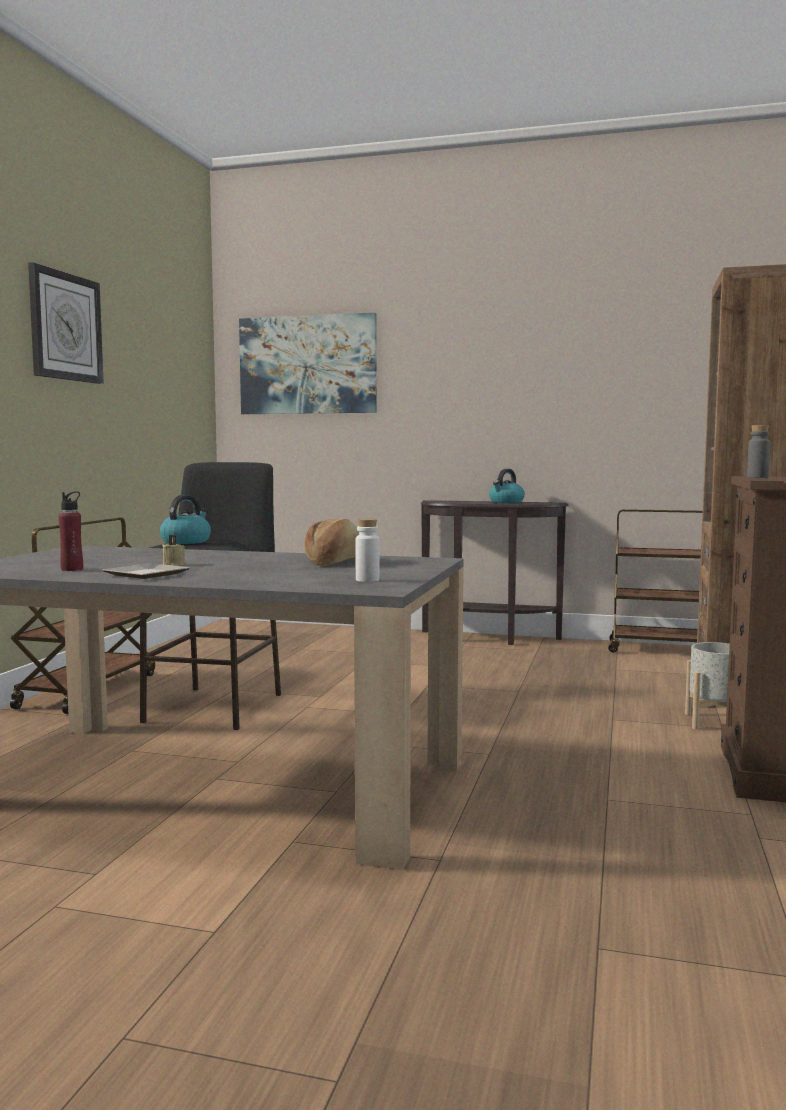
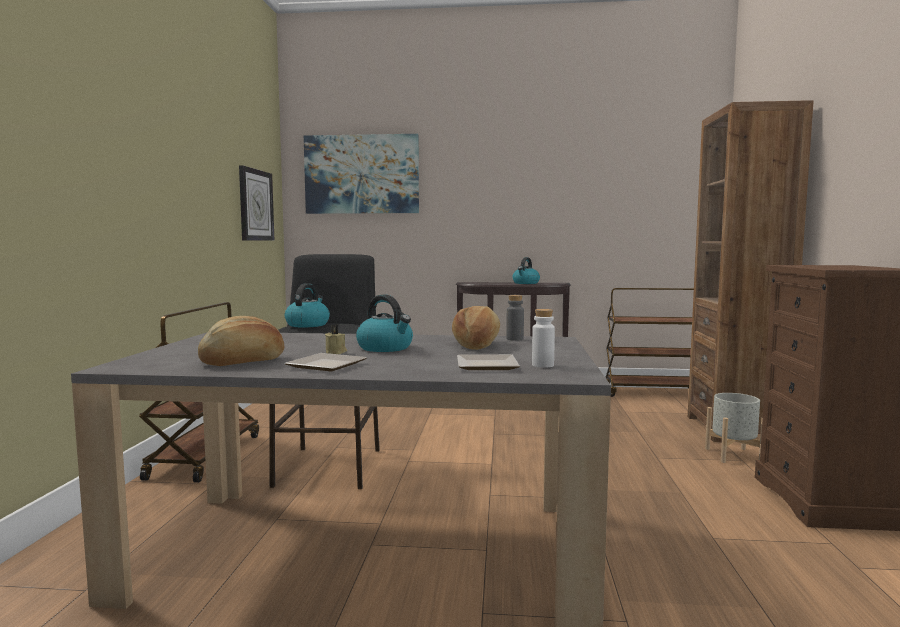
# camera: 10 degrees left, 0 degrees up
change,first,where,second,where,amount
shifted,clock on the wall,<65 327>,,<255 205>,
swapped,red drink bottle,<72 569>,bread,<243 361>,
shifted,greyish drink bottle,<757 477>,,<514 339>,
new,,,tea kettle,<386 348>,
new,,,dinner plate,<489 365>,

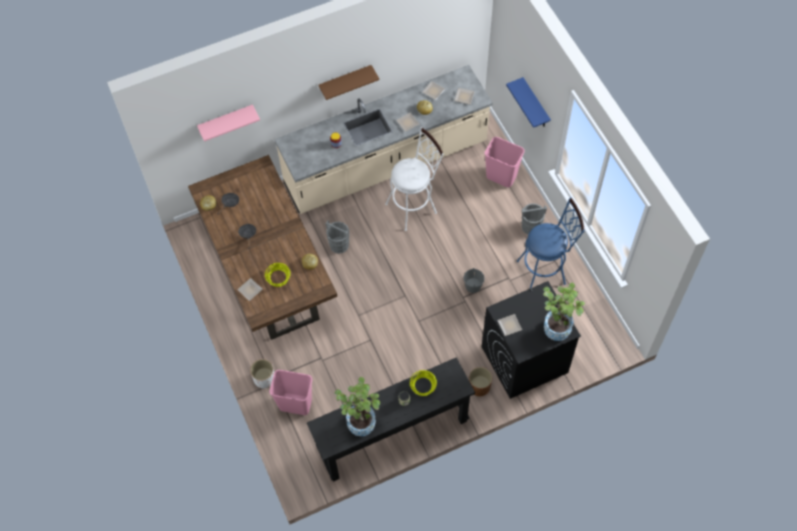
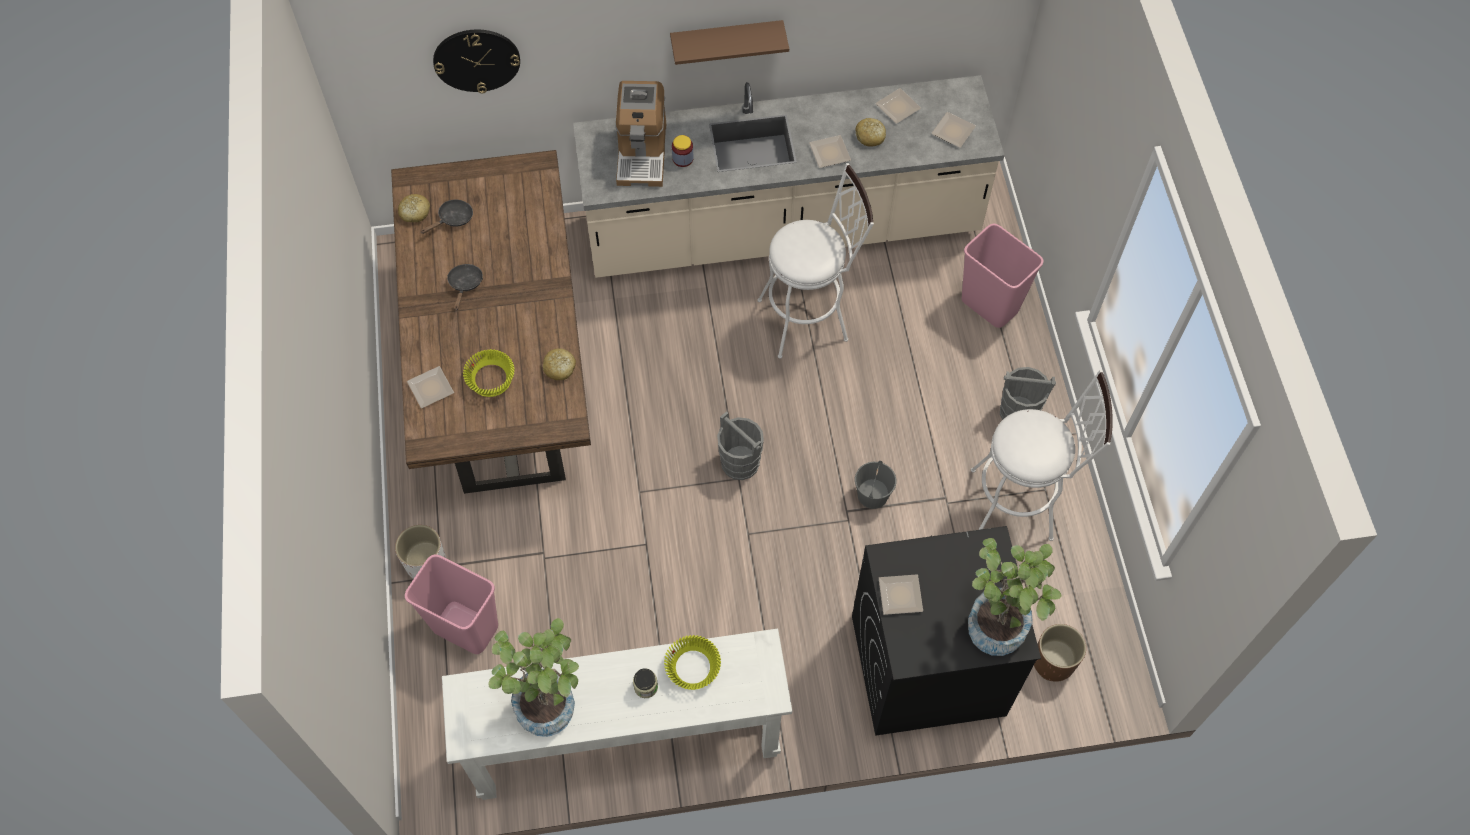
# camera: 15 degrees right, 0 degrees up
change,first,where,second,where,amount
swapped,pink-coloured wall shelf,<226 121>,clock on the wall,<476 59>,
repainted,black hall table,<392 434>,whitish hall table,<626 740>,
shifted,greyish pail,<339 245>,,<740 463>,
shifted,brown-coloured plant pot,<479 387>,,<1053 662>,
gone,blue-coloured wall shelf,<535 104>,,,
repainted,blue-coloured stool seat,<545 271>,whitish stool seat,<1020 504>,
new,,,coffee brewer,<642 153>,

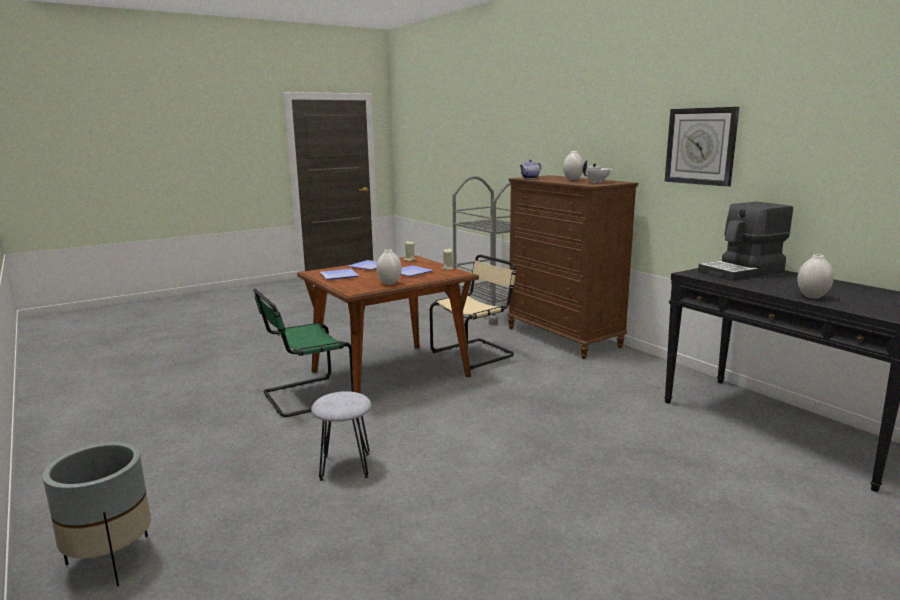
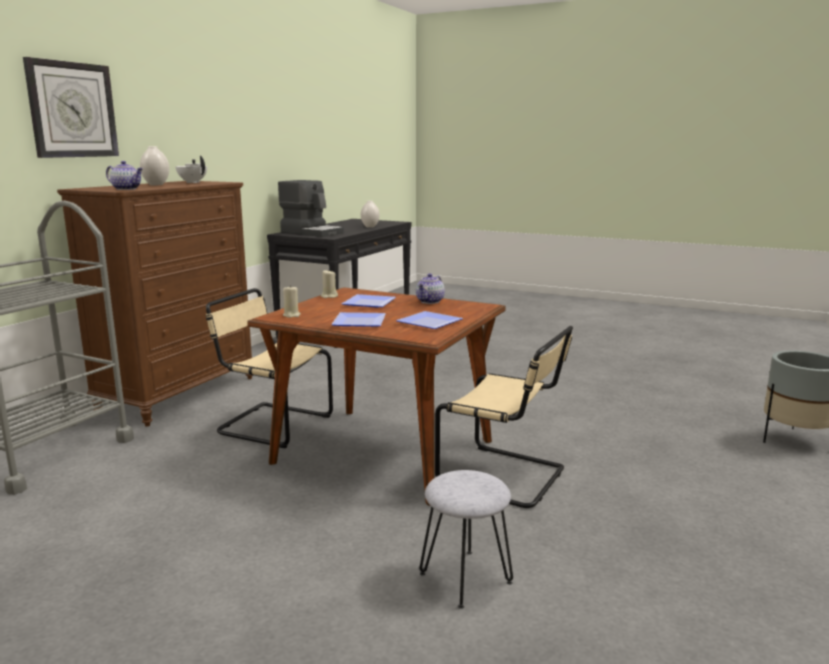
# camera: 120 degrees left, 0 degrees up
change,first,where,second,where,amount
repainted,greenish chair,<304 397>,sand-coloured chair,<506 477>,
shifted,greyish stool seat,<345 466>,,<465 578>,
swapped,whitish vase,<389 283>,pot for tea,<430 301>,
shifted,clock on the wall,<701 146>,,<72 110>,

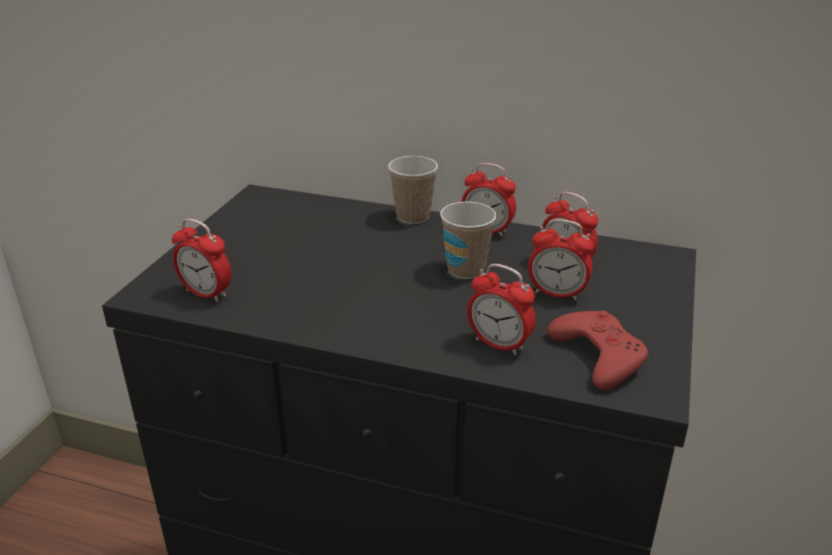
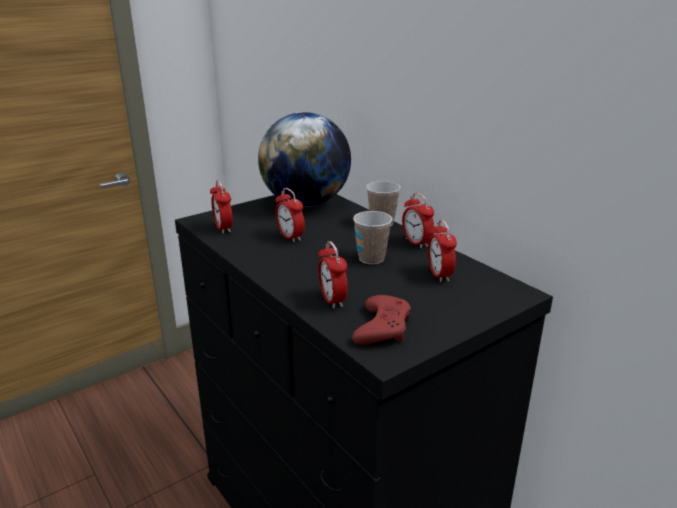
# camera: 35 degrees right, 5 degrees down
change,first,where,second,where,amount
shifted,bedside clock,<557 294>,,<290 237>,
new,,,globe,<306 203>,

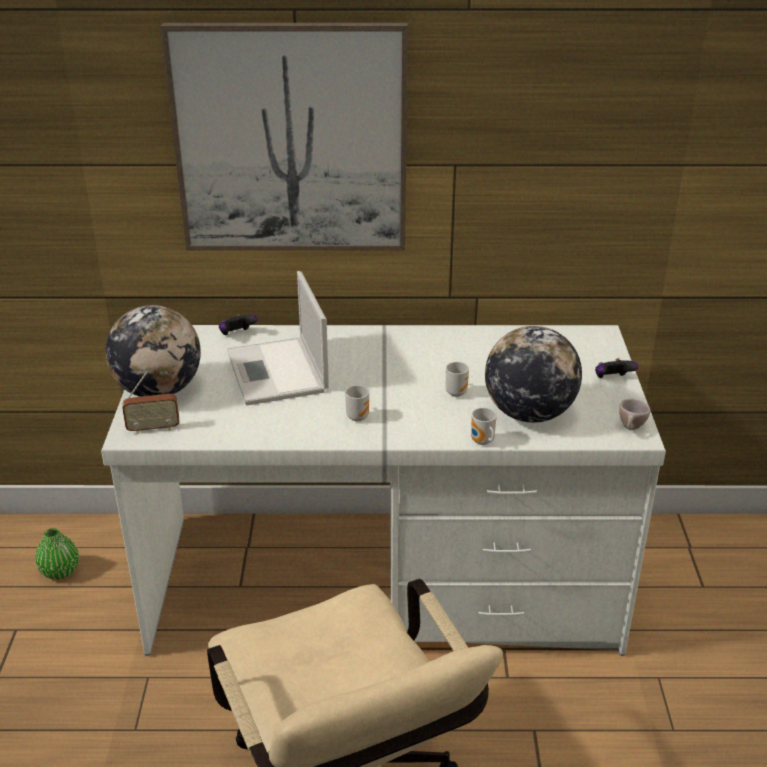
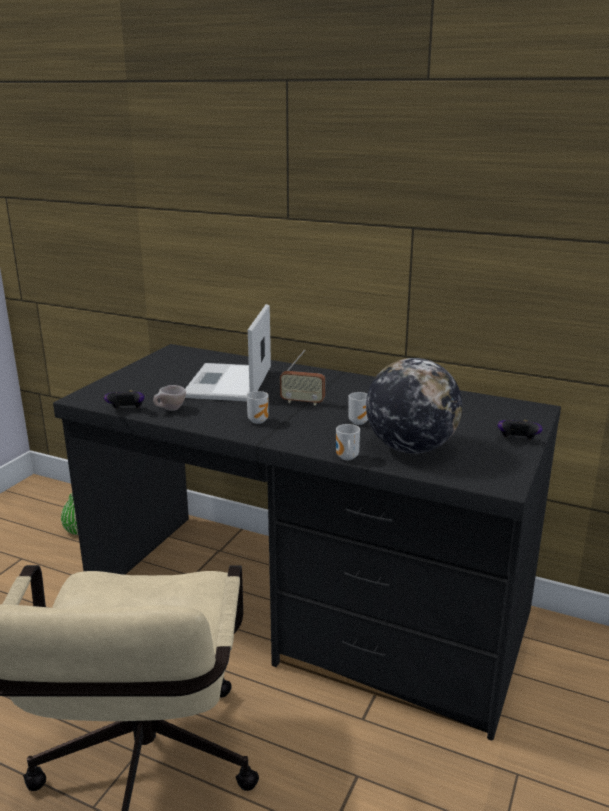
# camera: 25 degrees right, 10 degrees down
change,first,where,second,where,amount
repainted,whitish desk table,<384 585>,black desk table,<305 609>,
gone,globe,<159 390>,,,
shifted,radio receiver,<153 428>,,<302 402>,
gone,picture,<291 141>,,,
shifted,gamepad,<237 335>,,<126 410>,
shifted,sand-coloured small cup,<631 429>,,<170 410>,

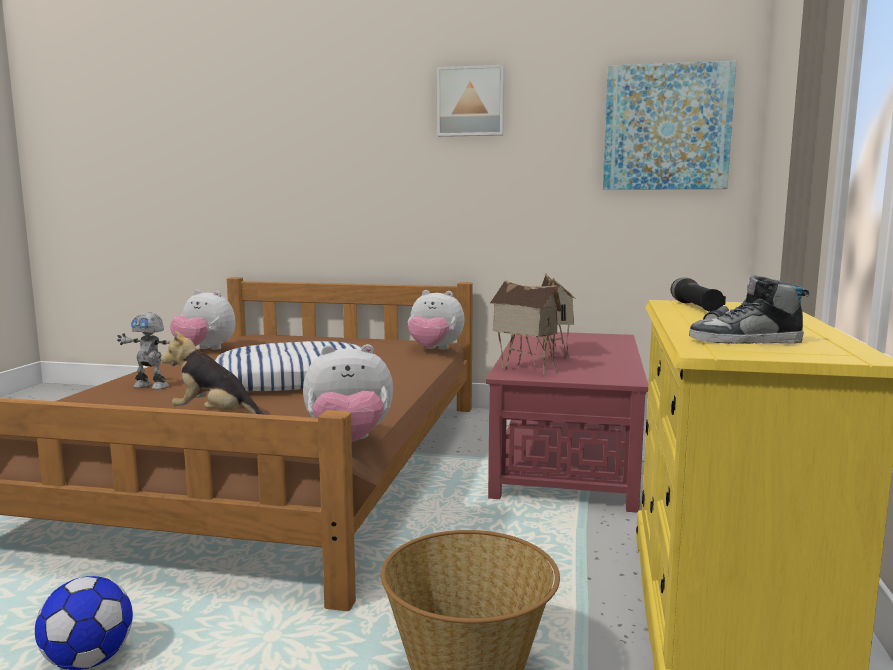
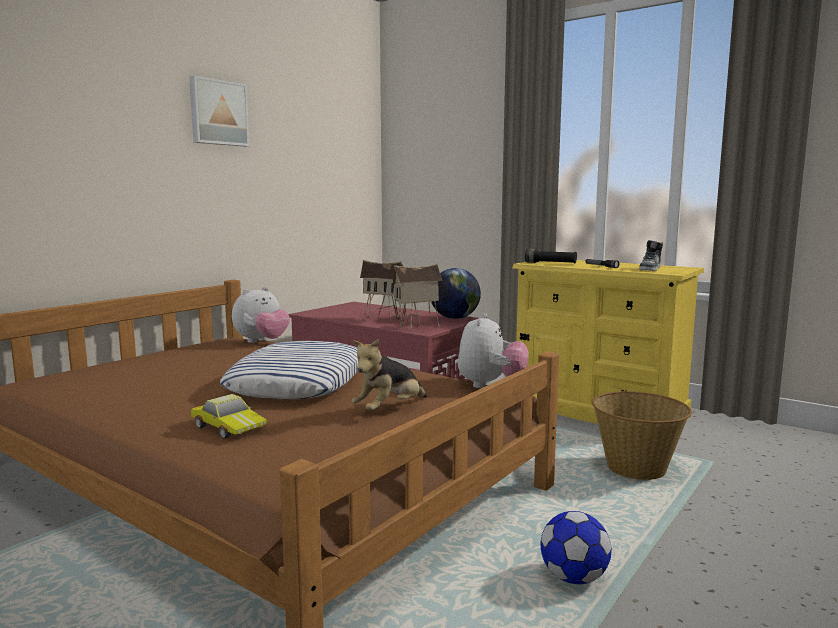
# camera: 65 degrees left, 0 degrees up
change,first,where,second,where,amount
swapped,model robot,<152 386>,toy car,<230 427>,
gone,soft toy,<204 350>,,,
gone,picture,<666 127>,,,
new,,,globe,<454 318>,

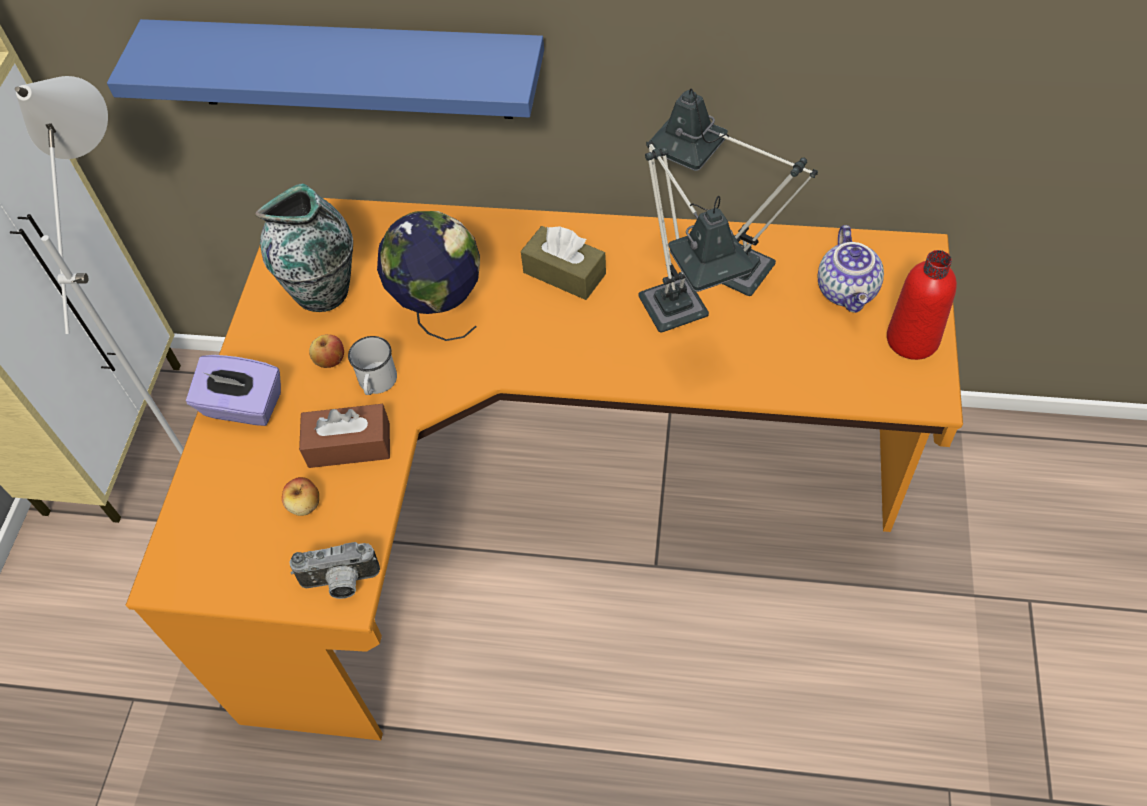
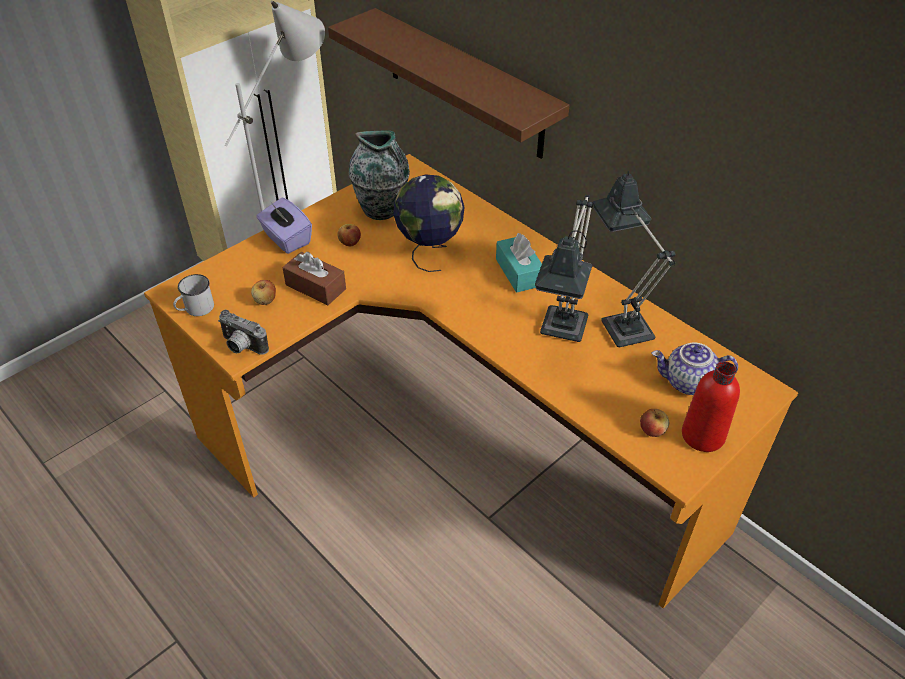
# camera: 35 degrees right, 10 degrees down
change,first,where,second,where,amount
repainted,blue-coloured wall shelf,<348 69>,brown-coloured wall shelf,<464 84>,
shifted,whitish tea mug,<376 384>,,<195 309>,
repainted,brown-coloured tissue holder,<564 273>,turquoise tissue holder,<519 272>,
rotated,pot for tea,<848 291>,,<688 383>,60 degrees clockwise
new,,,apple,<652 430>,

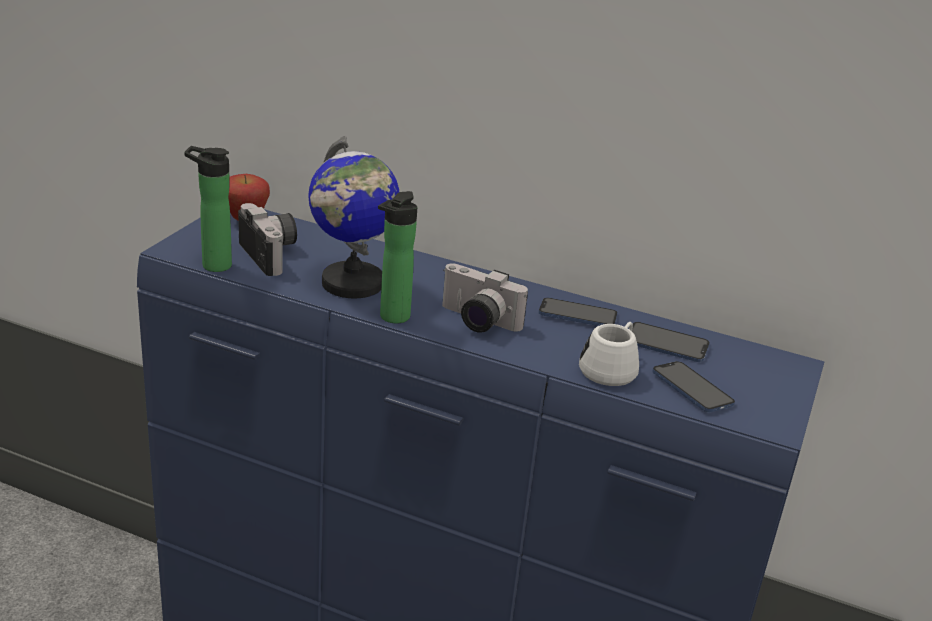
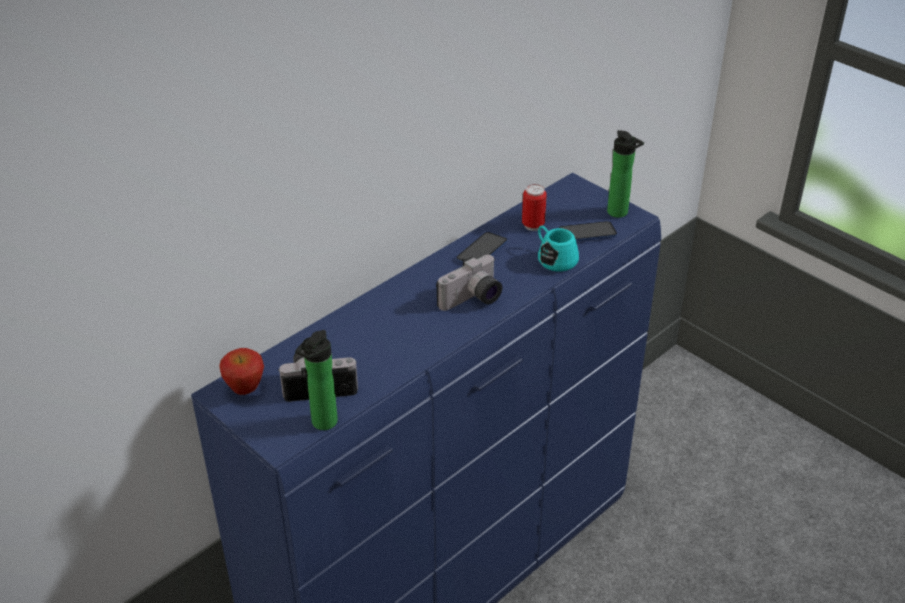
# camera: 65 degrees left, 10 degrees up
change,first,where,second,where,amount
gone,globe,<352 283>,,,
shifted,drink bottle,<392 318>,,<620 213>,
repainted,whitish tea mug,<611 368>,turquoise tea mug,<554 258>,
swapped,telephone,<667 344>,can,<533 225>,

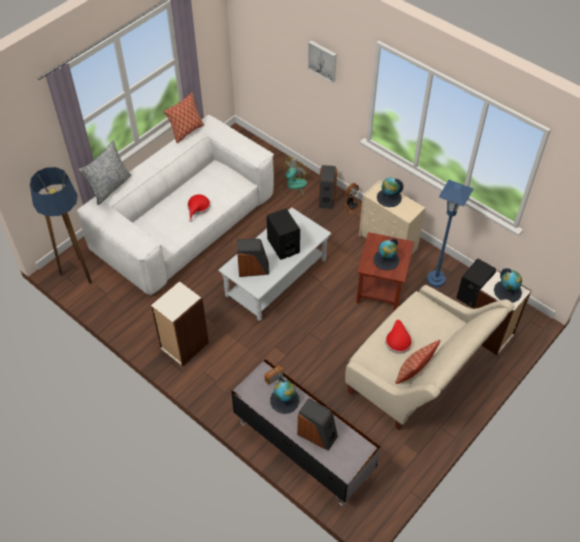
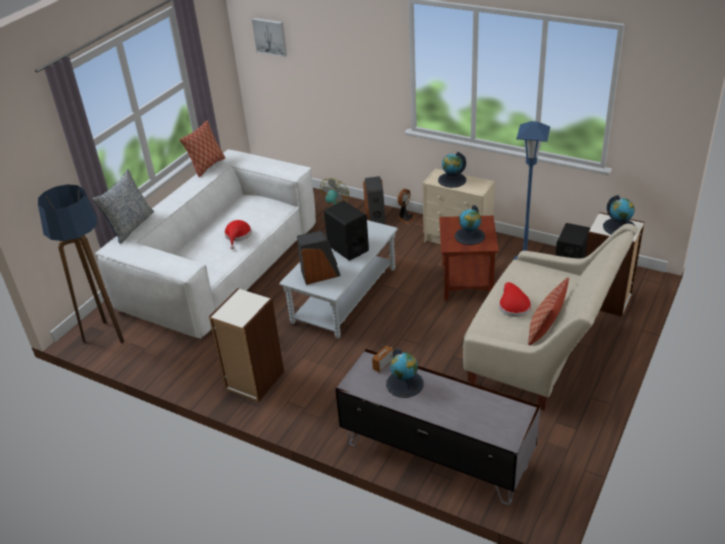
# camera: 10 degrees left, 15 degrees down
change,first,where,second,where,amount
gone,audio speaker,<317 434>,,,
shifted,picture,<323 60>,,<270 36>,

